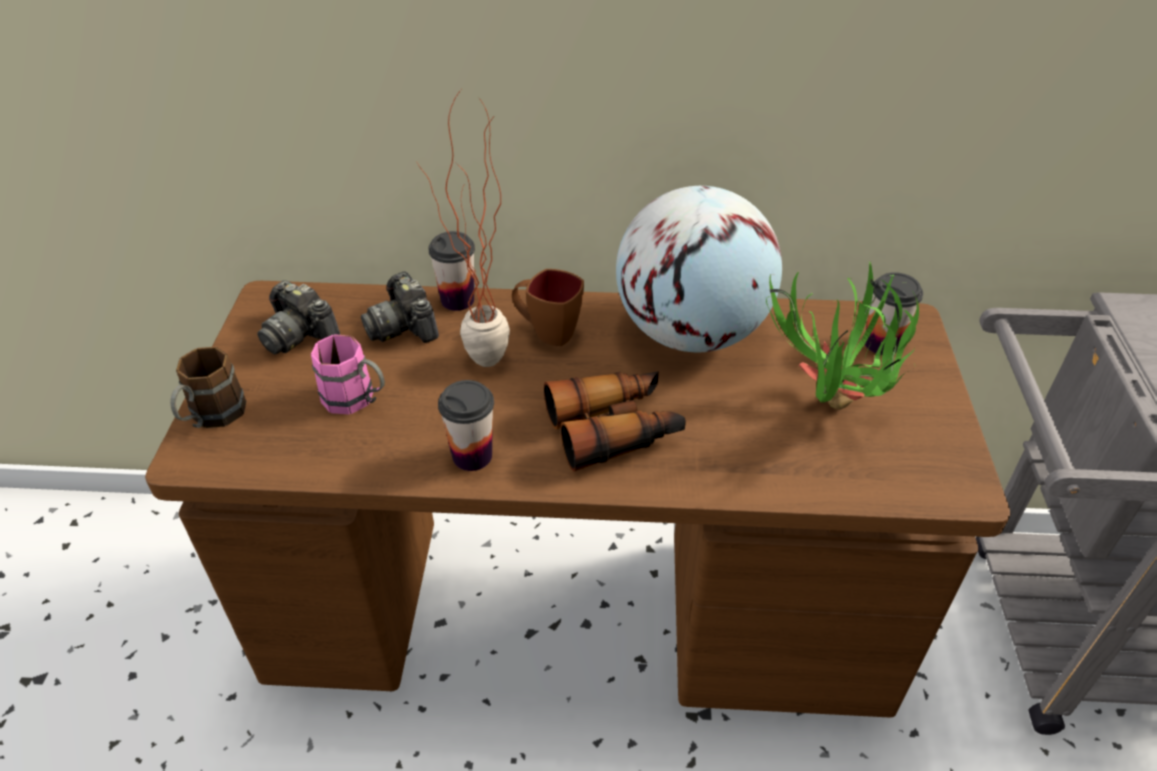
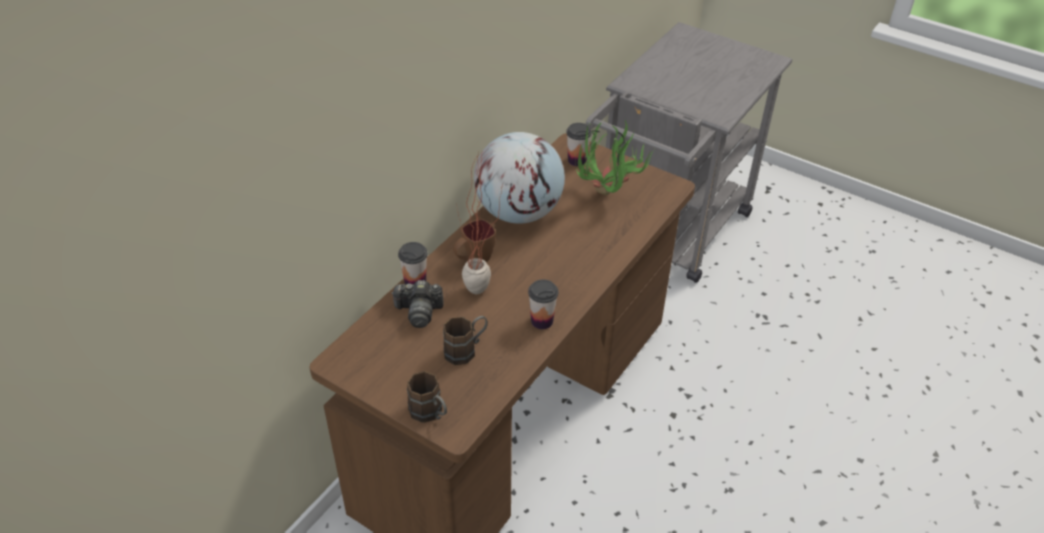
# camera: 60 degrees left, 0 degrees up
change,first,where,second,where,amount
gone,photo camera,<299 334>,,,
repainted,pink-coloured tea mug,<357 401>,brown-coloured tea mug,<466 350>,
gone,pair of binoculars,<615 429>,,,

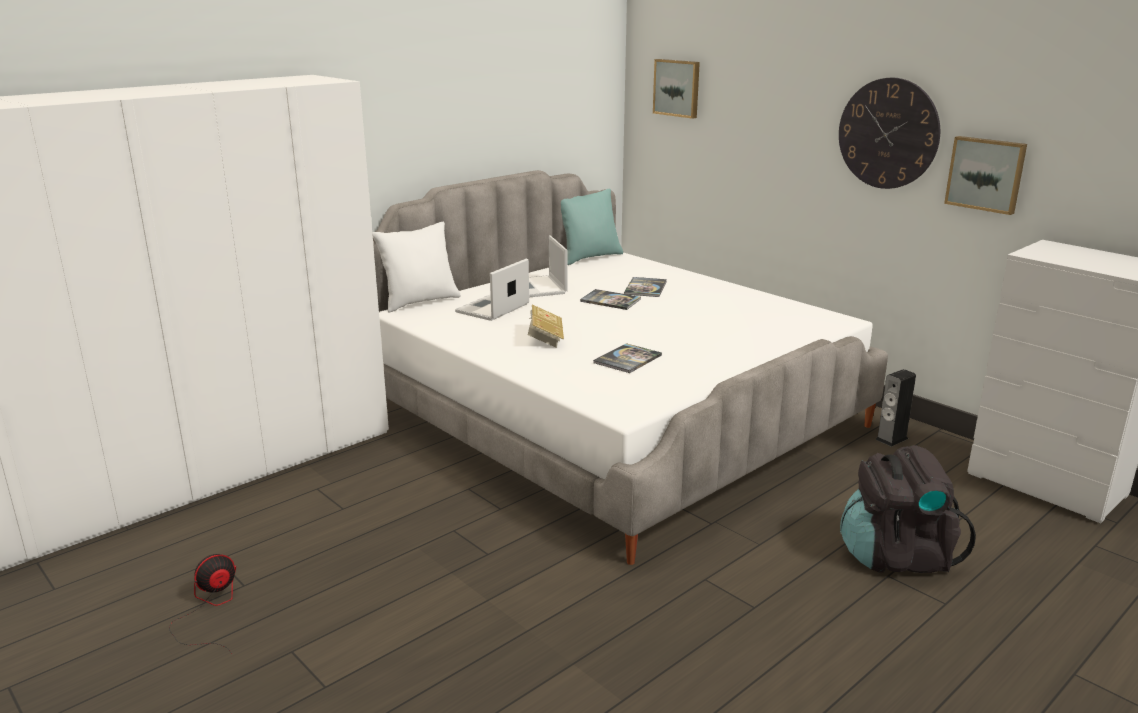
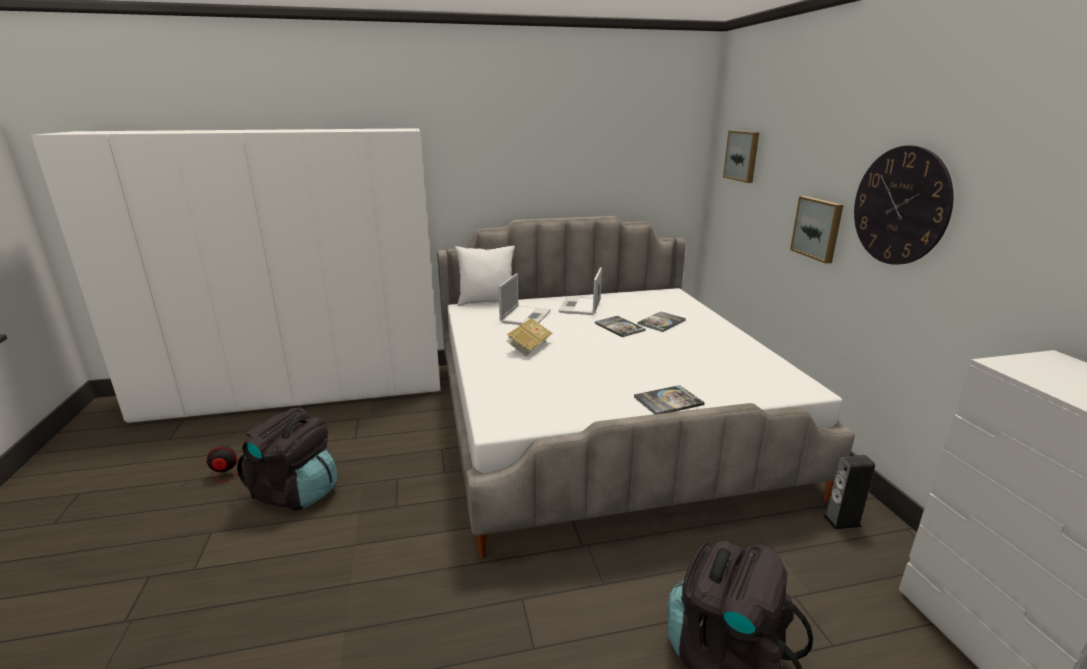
# camera: 30 degrees right, 0 degrees up
change,first,where,second,where,amount
rotated,notebook computer,<492 309>,,<525 316>,135 degrees clockwise
gone,turquoise throw pillow,<589 257>,,,
shifted,volume,<627 359>,,<668 401>,
shifted,picture,<986 174>,,<818 228>,
new,,,black rucksack,<296 492>,

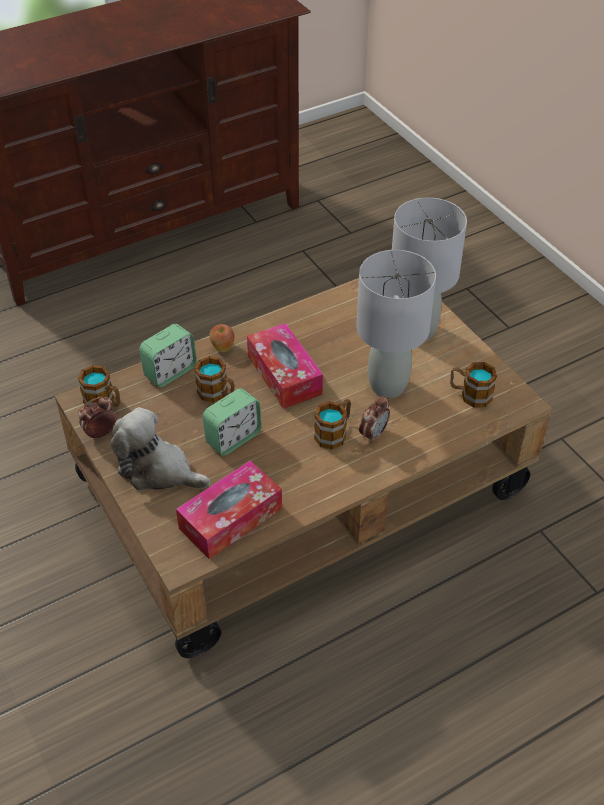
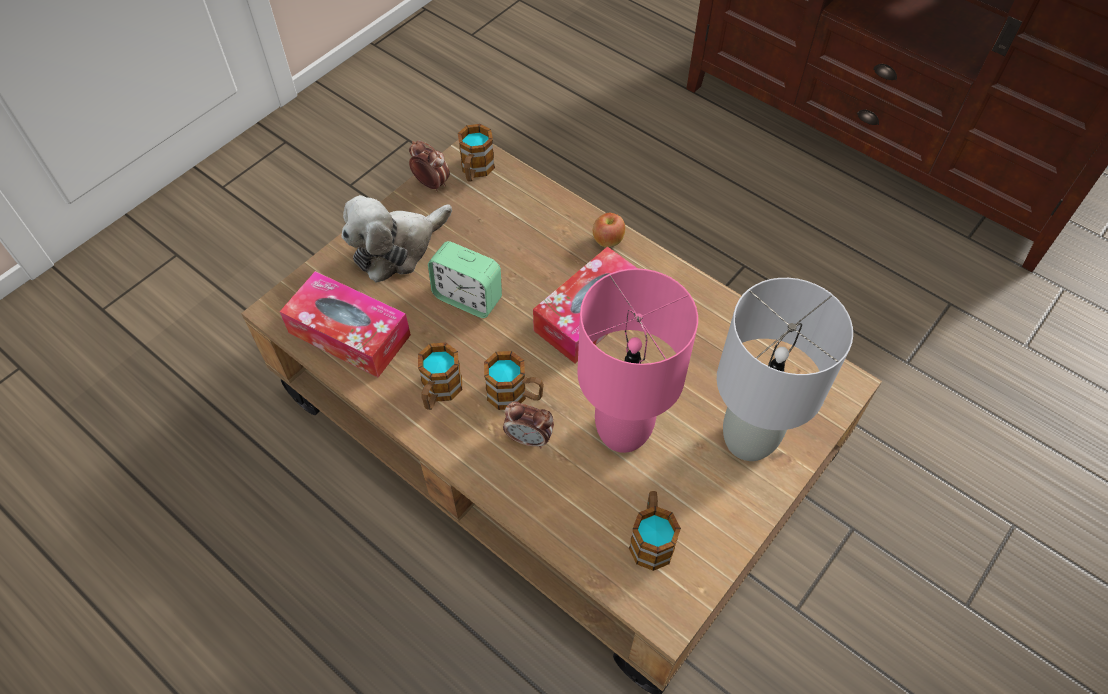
# camera: 70 degrees right, 10 degrees up
change,first,where,second,where,amount
rotated,soft toy,<158 470>,,<397 248>,135 degrees counterclockwise
gone,bedside clock,<170 372>,,,
shifted,tea mug,<217 394>,,<439 392>,
repainted,greyish lamp for a table,<387 386>,pink-coloured lamp for a table,<622 431>,

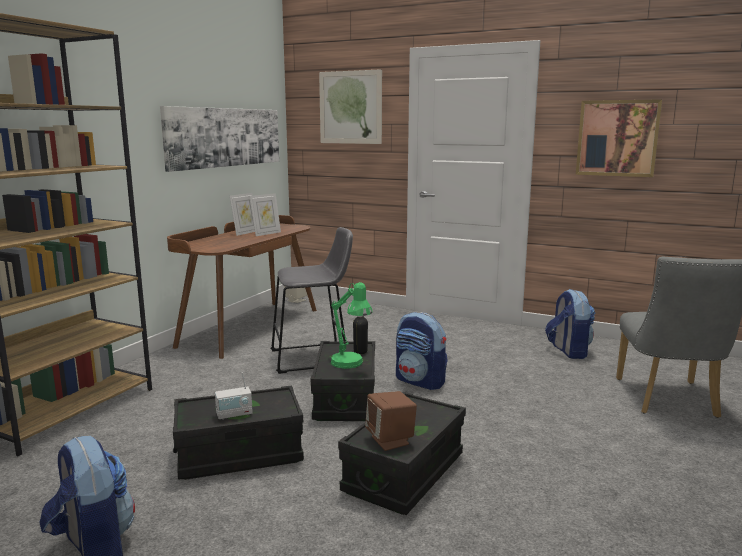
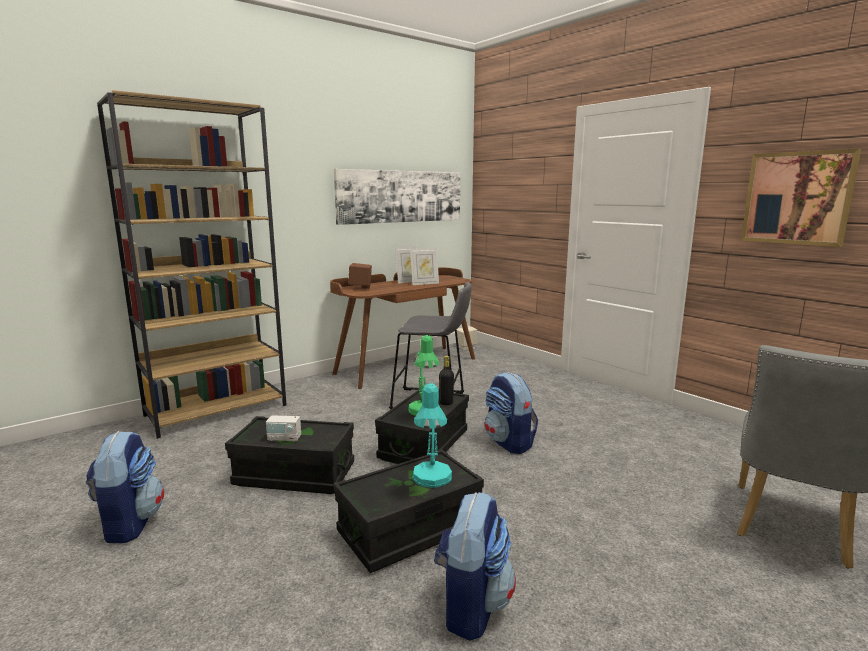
# camera: 25 degrees right, 0 degrees up
change,first,where,second,where,amount
gone,picture,<350 107>,,,
shifted,brown-coloured audio speaker,<390 440>,,<360 288>,
shifted,rucksack,<568 351>,,<471 606>,
new,,,turquoise lamp for a table,<431 481>,

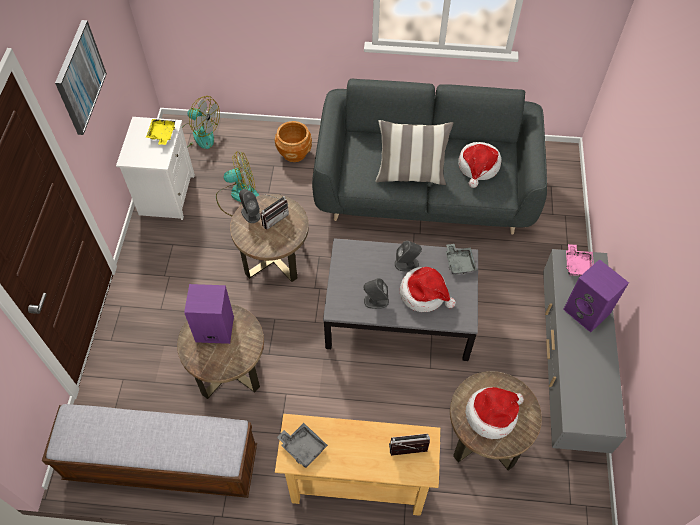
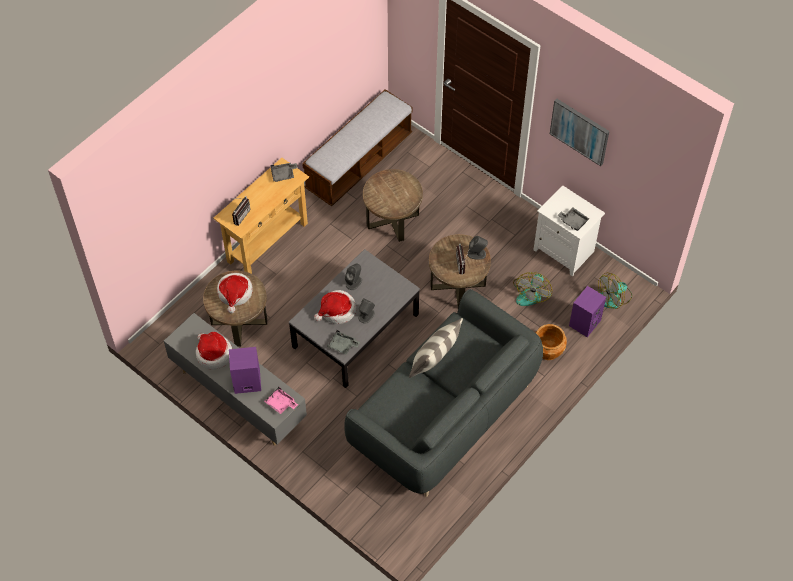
# camera: 125 degrees right, 0 degrees up
change,first,where,second,where,amount
repainted,yellow-coloured serving tray,<162 134>,greyish serving tray,<573 221>,
shifted,purplish audio speaker,<213 330>,,<584 322>,
shifted,wearable hat,<478 167>,,<213 354>,

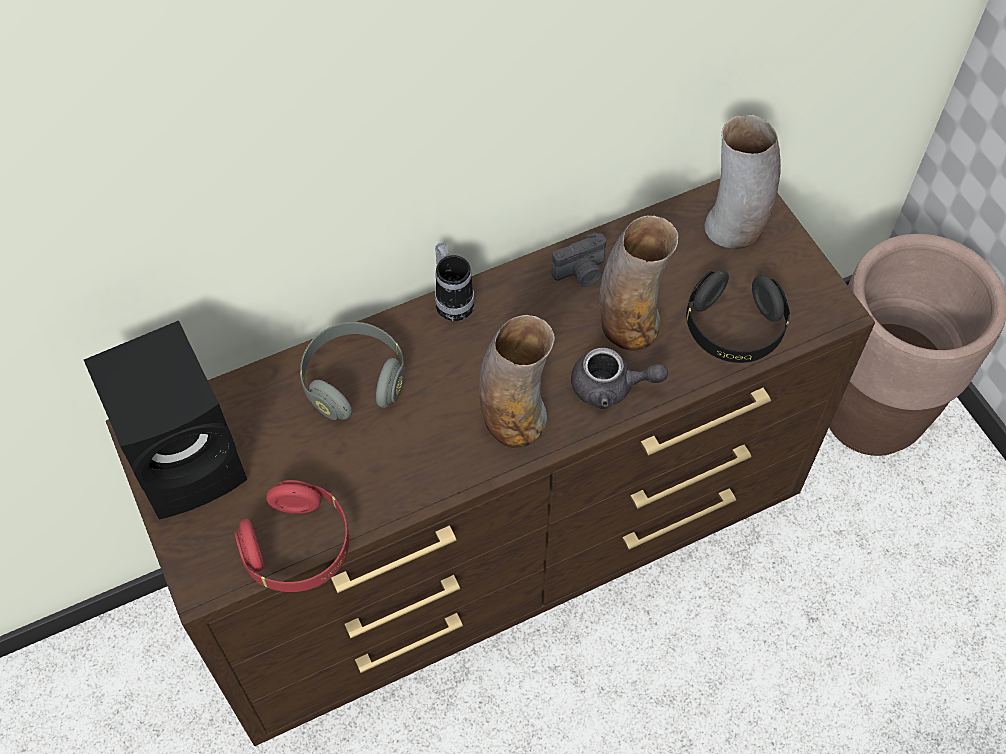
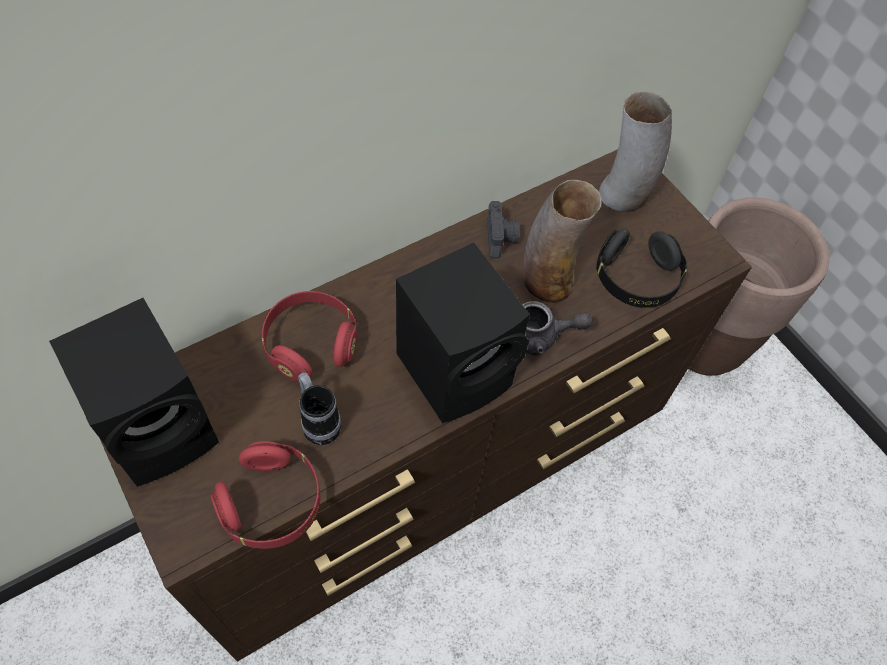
# camera: 10 degrees left, 0 degrees up
change,first,where,second,where,amount
repainted,greyish pair of headphones,<354 381>,red pair of headphones,<311 344>,
shifted,tea mug,<452 299>,,<319 421>,
swapped,vase,<514 419>,black audio speaker,<458 369>,
rotated,photo camera,<581 273>,,<501 239>,60 degrees counterclockwise

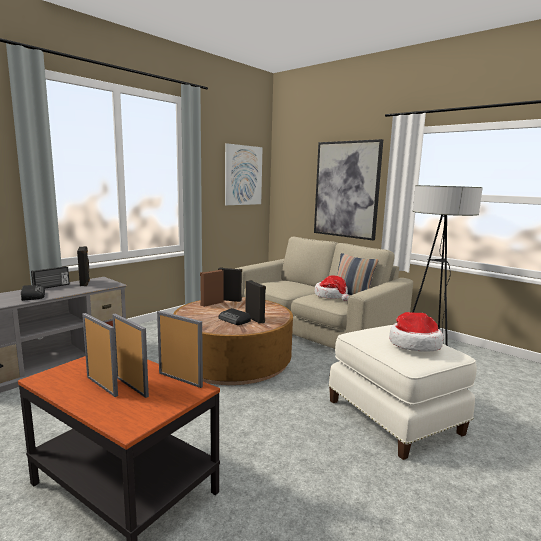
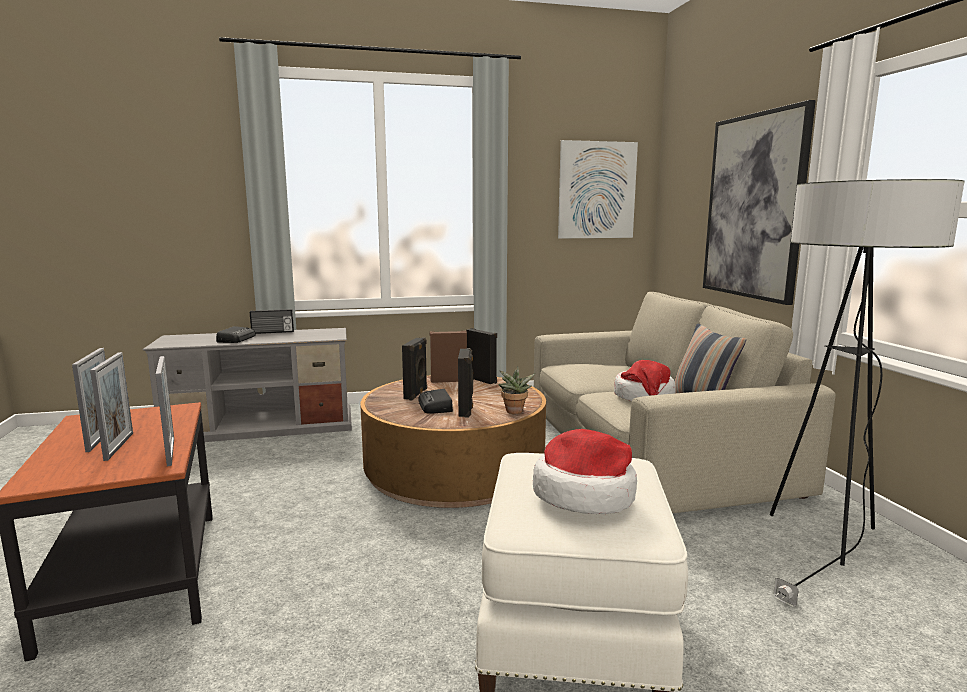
# camera: 35 degrees right, 0 degrees up
change,first,where,second,where,amount
shifted,black audio speaker,<85 283>,,<416 394>,
new,,,houseplant,<514 412>,

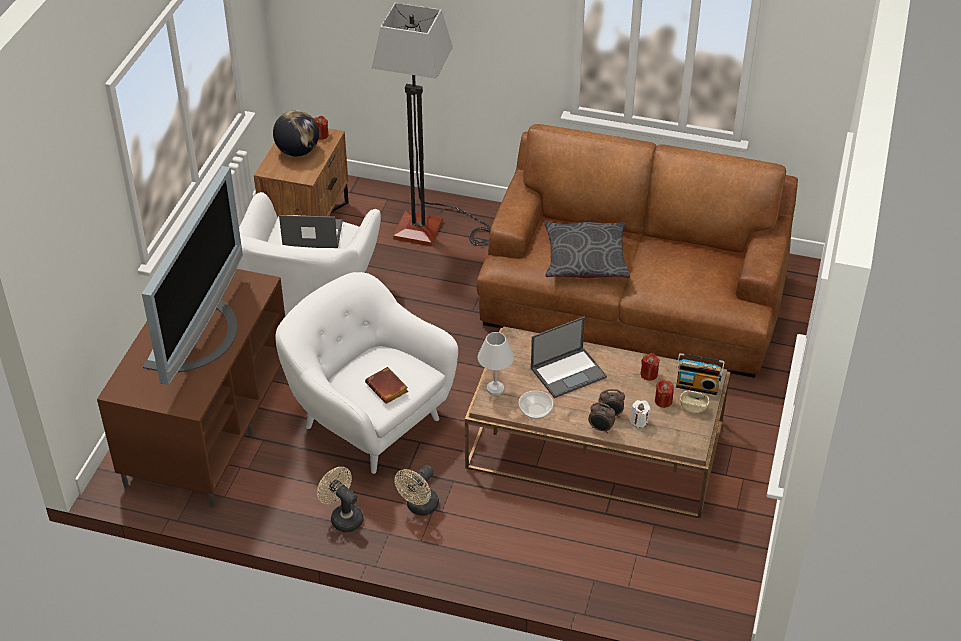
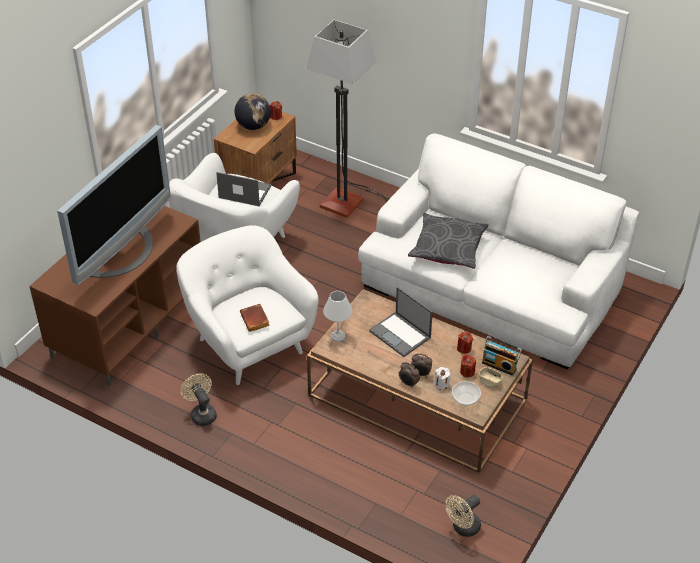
# camera: 15 degrees right, 0 degrees up
change,first,where,second,where,amount
shifted,sand-coloured cooling fan,<419 507>,,<463 528>,
repainted,brown-coloured sofa,<633 298>,whitish sofa,<491 287>,
shifted,bowl,<535 411>,,<465 399>,
rotated,notebook computer,<569 372>,,<400 334>,60 degrees clockwise

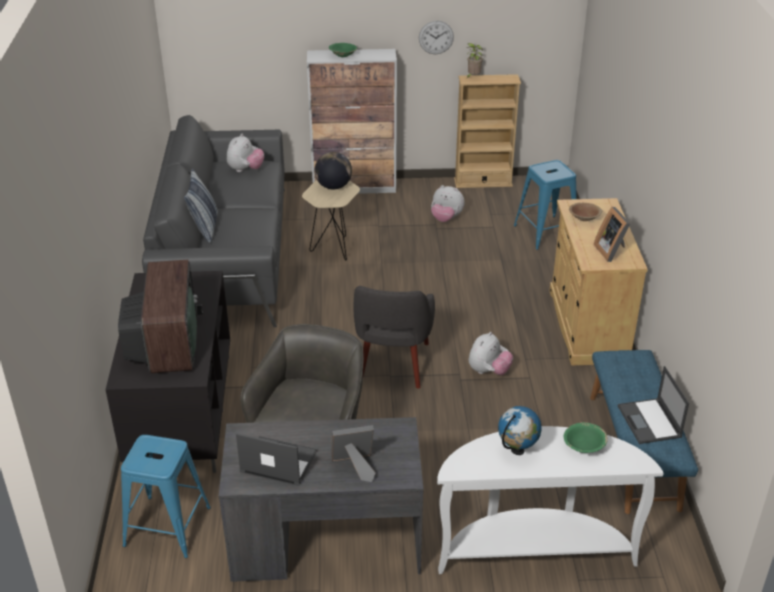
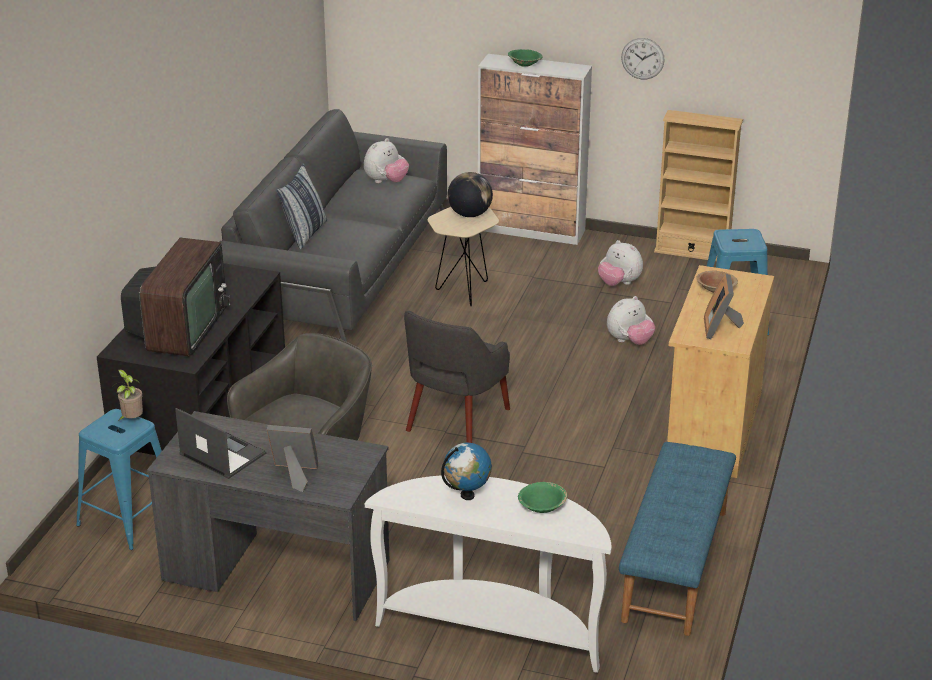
# camera: 20 degrees right, 5 degrees down
change,first,where,second,where,amount
shifted,houseplant,<473 77>,,<131 420>,
shifted,soft toy,<488 371>,,<629 341>,
gone,notebook computer,<649 422>,,,

